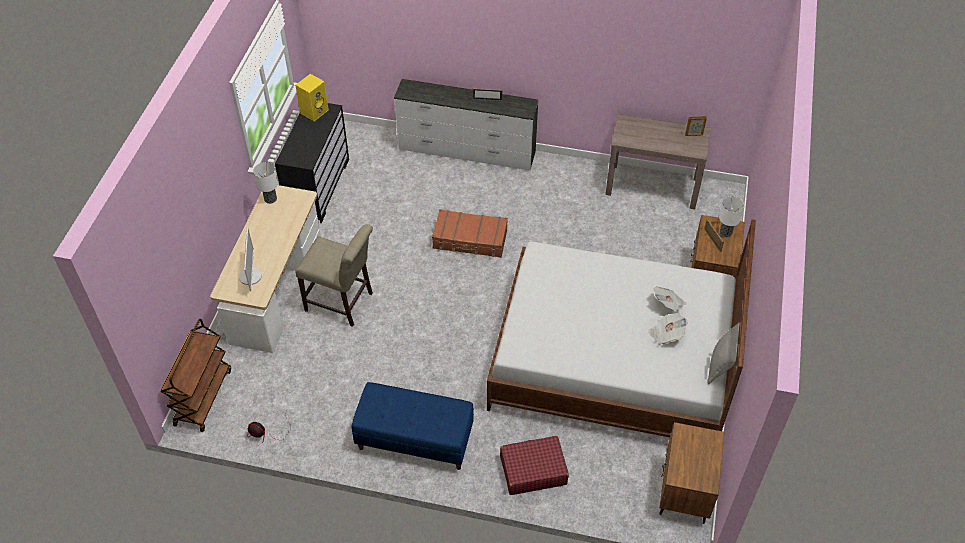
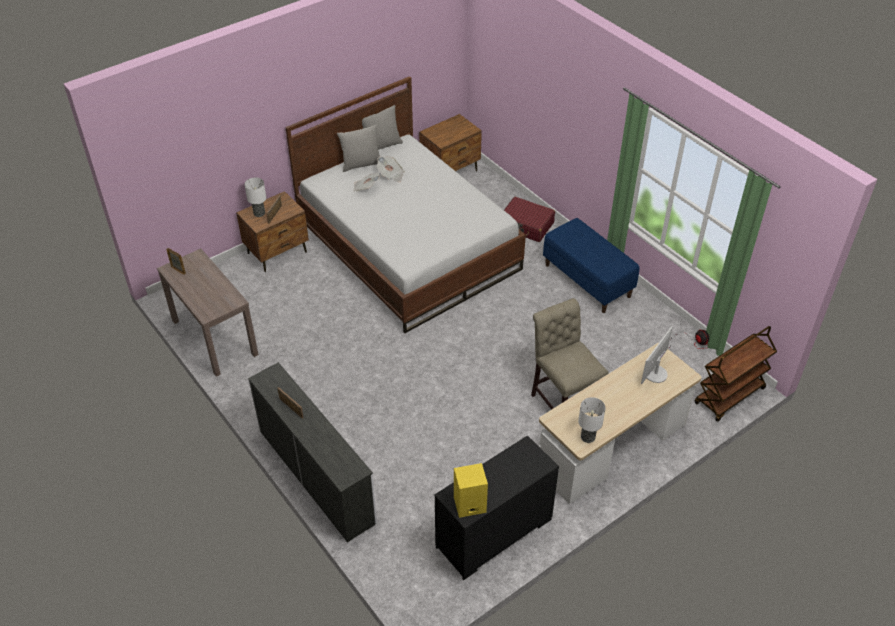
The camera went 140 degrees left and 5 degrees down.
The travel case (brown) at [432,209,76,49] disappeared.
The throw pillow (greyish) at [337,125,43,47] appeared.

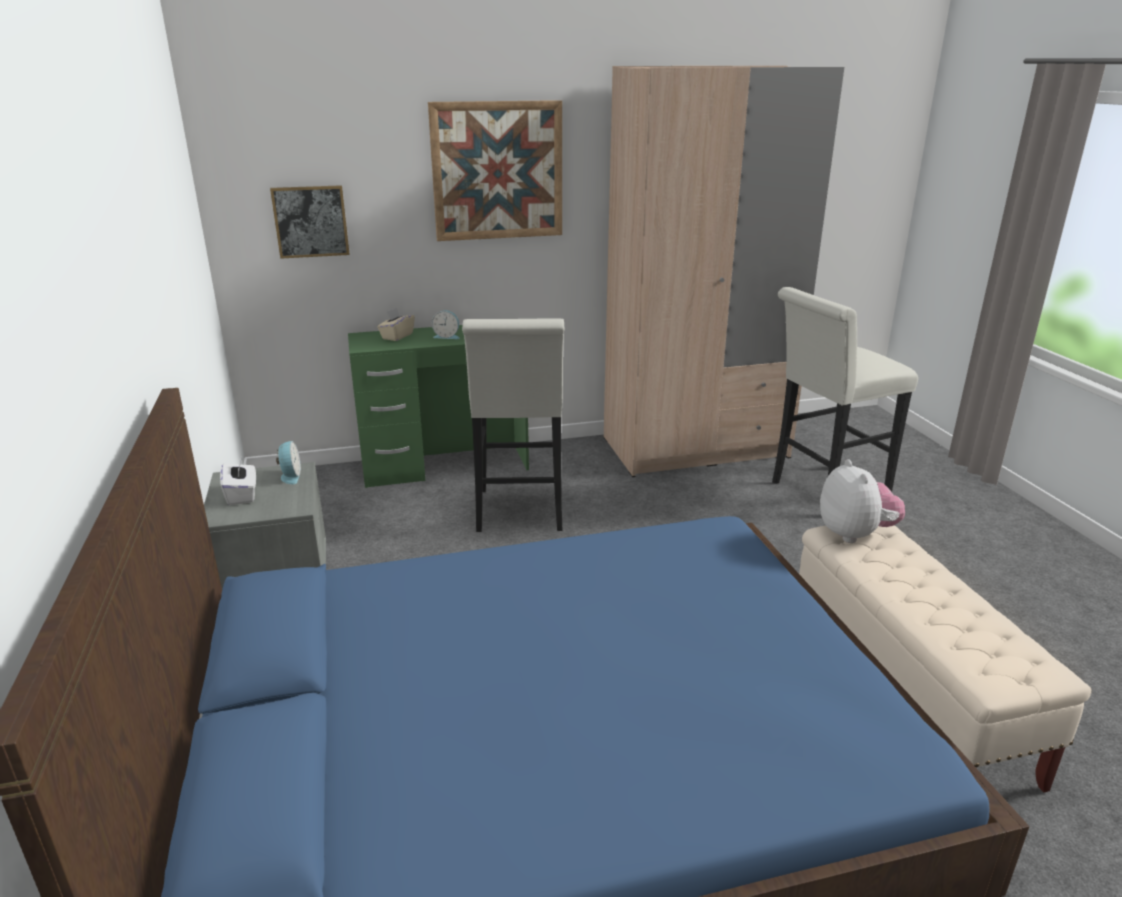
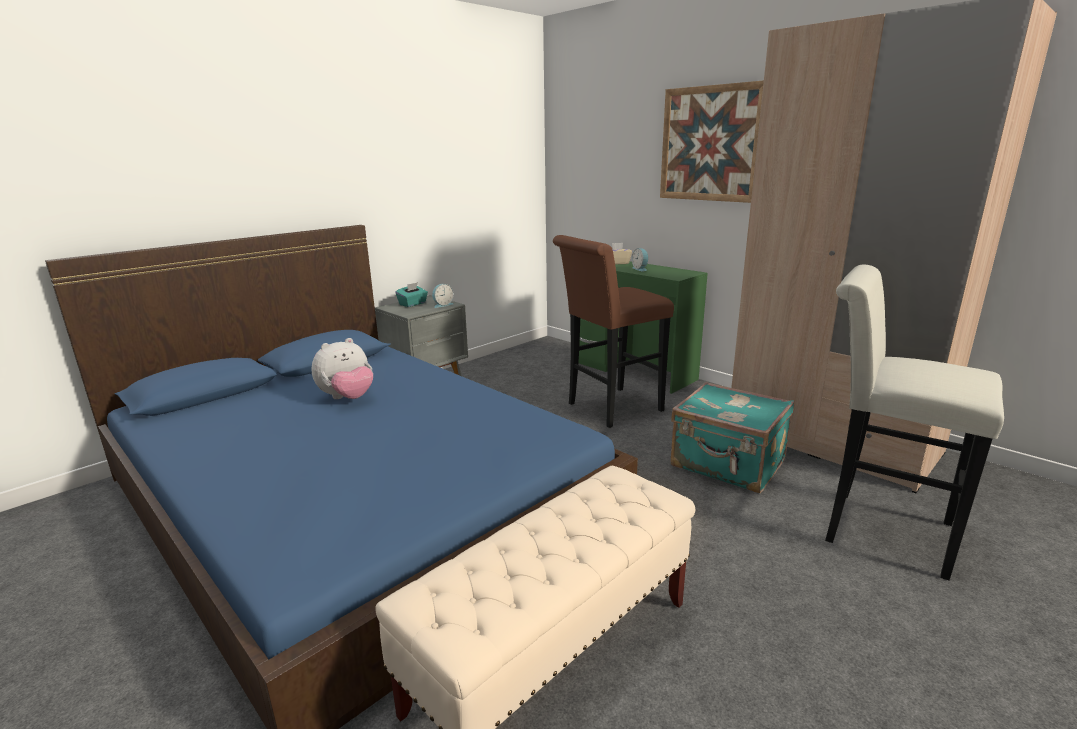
The camera went 60 degrees right and 5 degrees down.
The picture at [270,185,80,74] disappeared.
The travel case (blue-green) at [671,382,123,111] appeared.
The cuddly toy moved from [820,459,85,84] to [311,338,62,61].
The box of tissues (white-coloured) at [220,457,36,48] became the box of tissues (blue-green) at [395,282,33,25].
The sitting stool (white-coloured) at [462,318,102,214] became the sitting stool (brown) at [553,235,121,193].

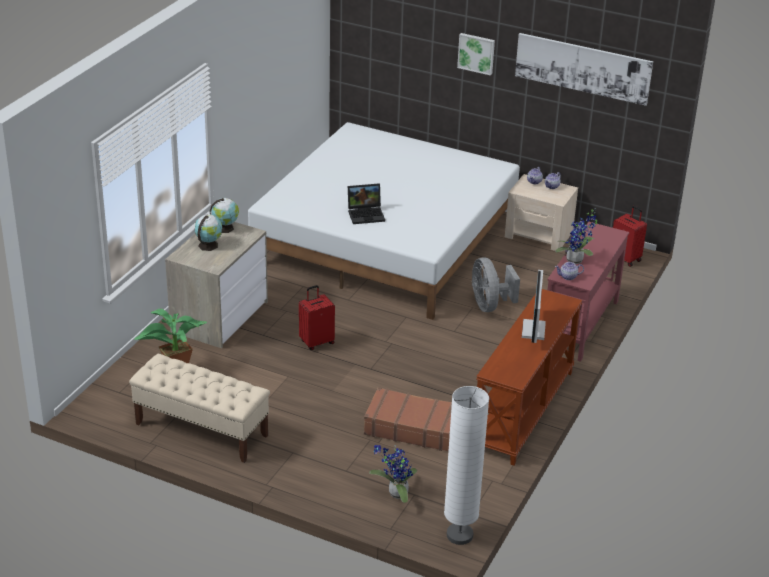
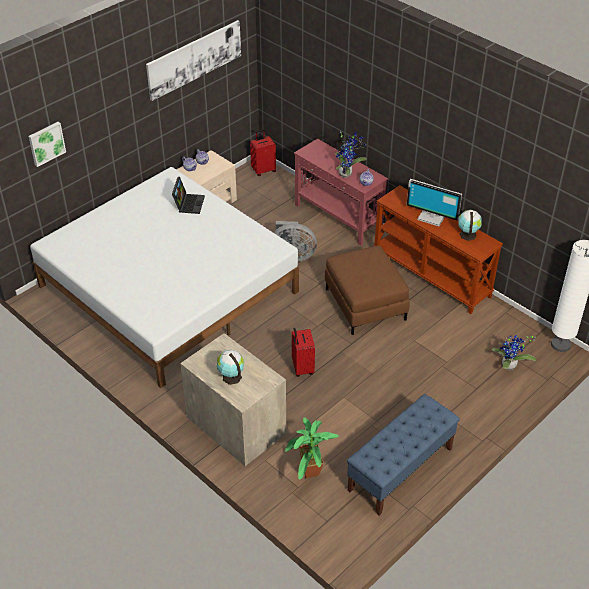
The camera went 70 degrees left and 10 degrees up.
The travel case (brown) at [364,387,88,64] disappeared.
The pouffe (brown) at [325,246,85,89] appeared.
The world globe moved from [209,198,30,35] to [458,210,24,31].
The portable computer moved from [348,183,37,41] to [172,177,33,37].
The picture moved from [457,33,38,43] to [28,122,38,45].
The long seat (sand-coloured) at [129,354,141,109] became the long seat (blue) at [347,394,113,122].

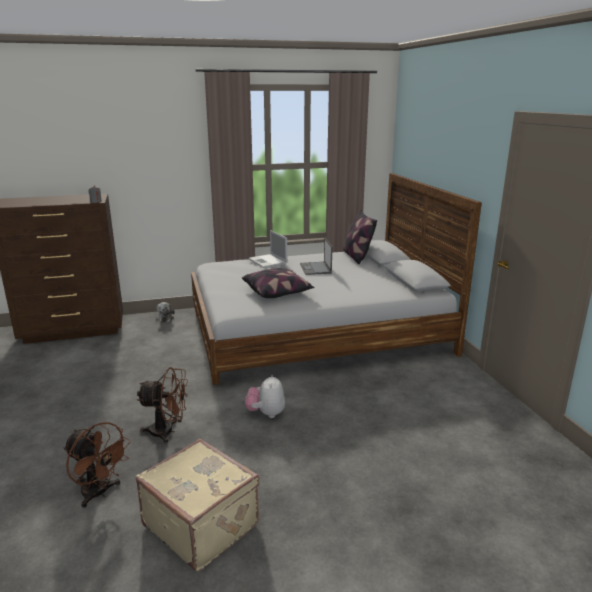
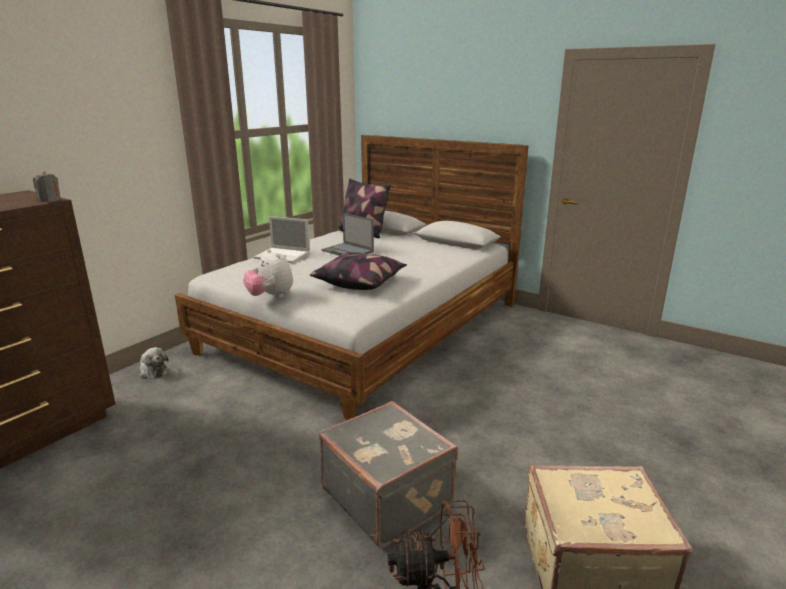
The camera went 40 degrees left and 0 degrees up.
The cuddly toy moved from [245,375,40,43] to [244,249,49,49].
The cooling fan (brown) at [137,367,51,76] was replaced by the travel case (greyish) at [319,401,139,147].

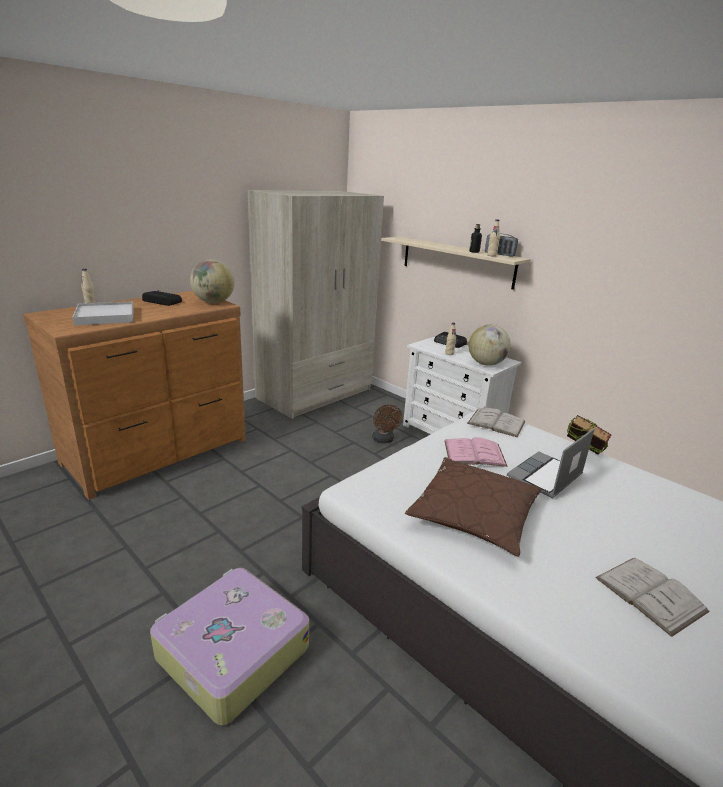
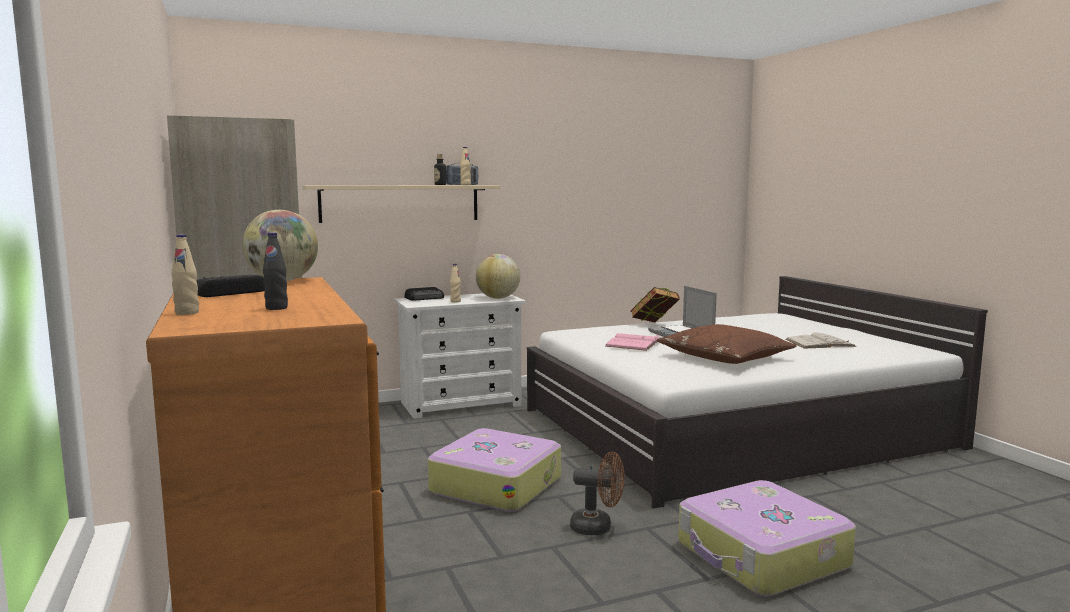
The camera went 65 degrees left and 15 degrees down.
The volume (white-coloured) at [467,407,59,31] disappeared.
The travel case at [428,428,133,84] appeared.
The cooling fan (brown) moved from [372,404,30,39] to [570,452,55,83].
The serving tray (white-coloured) at [72,301,62,24] was replaced by the bottle (black-coloured) at [263,232,25,78].

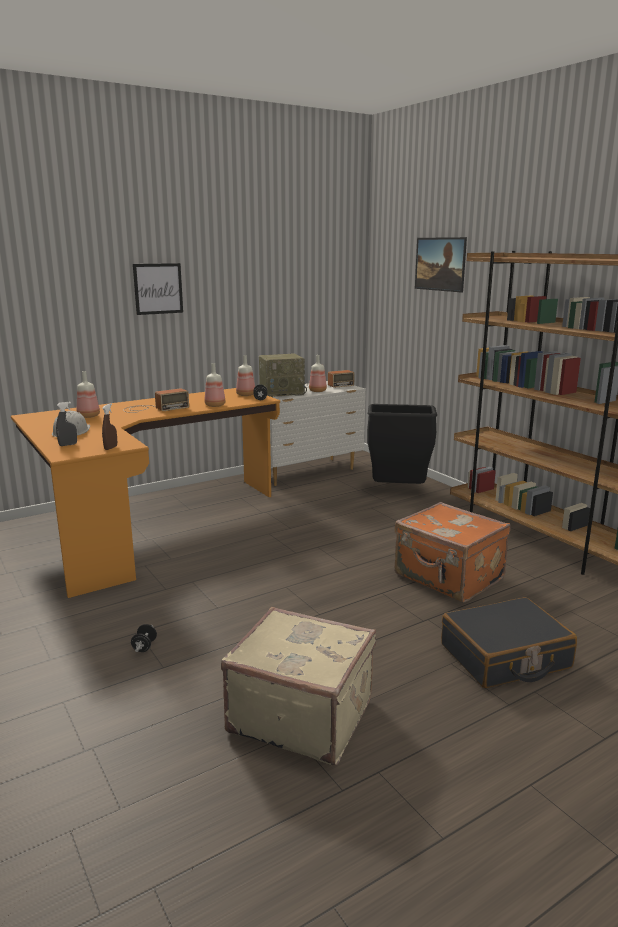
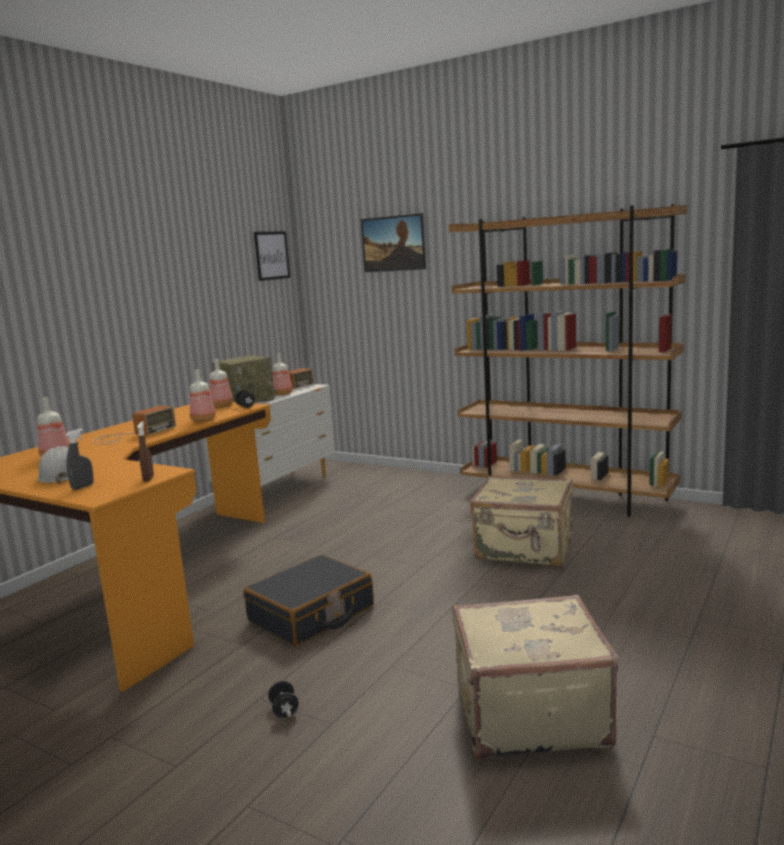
The camera went 25 degrees left and 5 degrees down.
The trash can (black-coloured) at [367,404,70,80] disappeared.
The picture moved from [133,263,50,52] to [254,231,36,50].
The travel case (black-coloured) moved from [441,597,136,91] to [243,555,131,91].
The travel case (orange) at [394,502,117,101] became the travel case (sand-coloured) at [470,475,103,91].

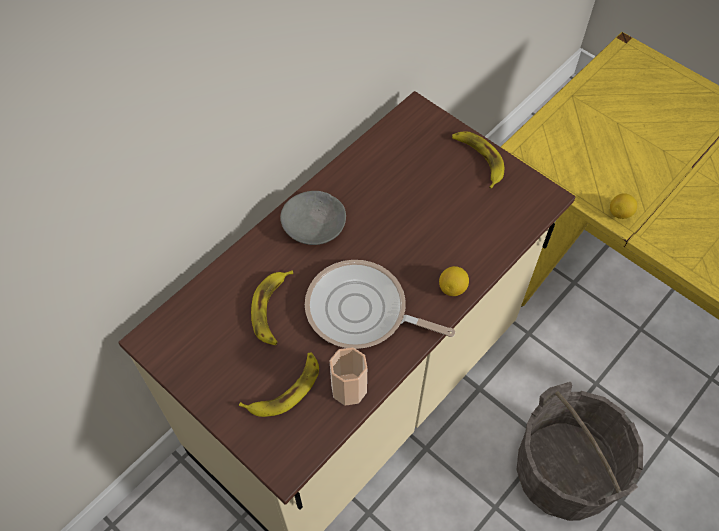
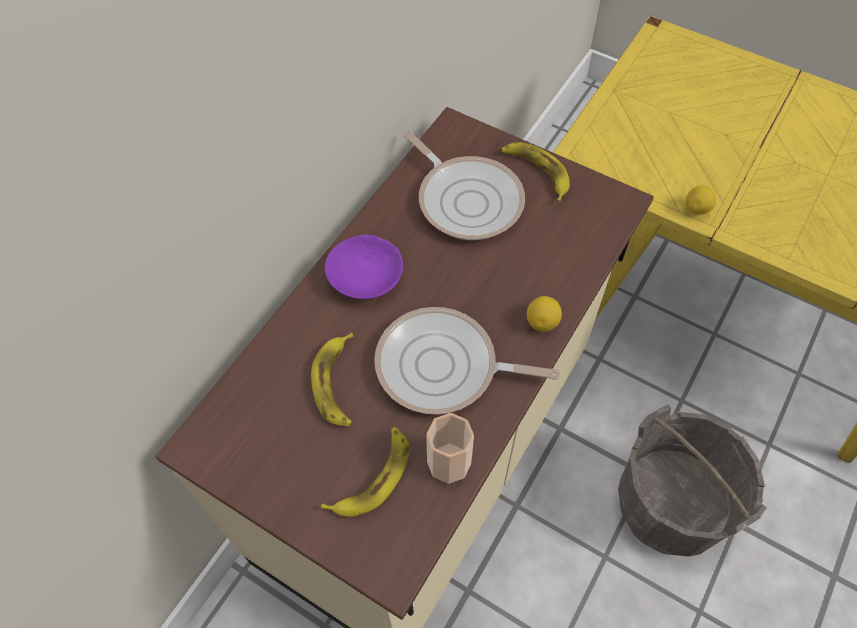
The camera went 10 degrees left and 0 degrees up.
The frying pan at [403,130,122,110] appeared.
The serving bowl (greyish) at [280,191,66,54] became the serving bowl (purplish) at [325,235,78,64].

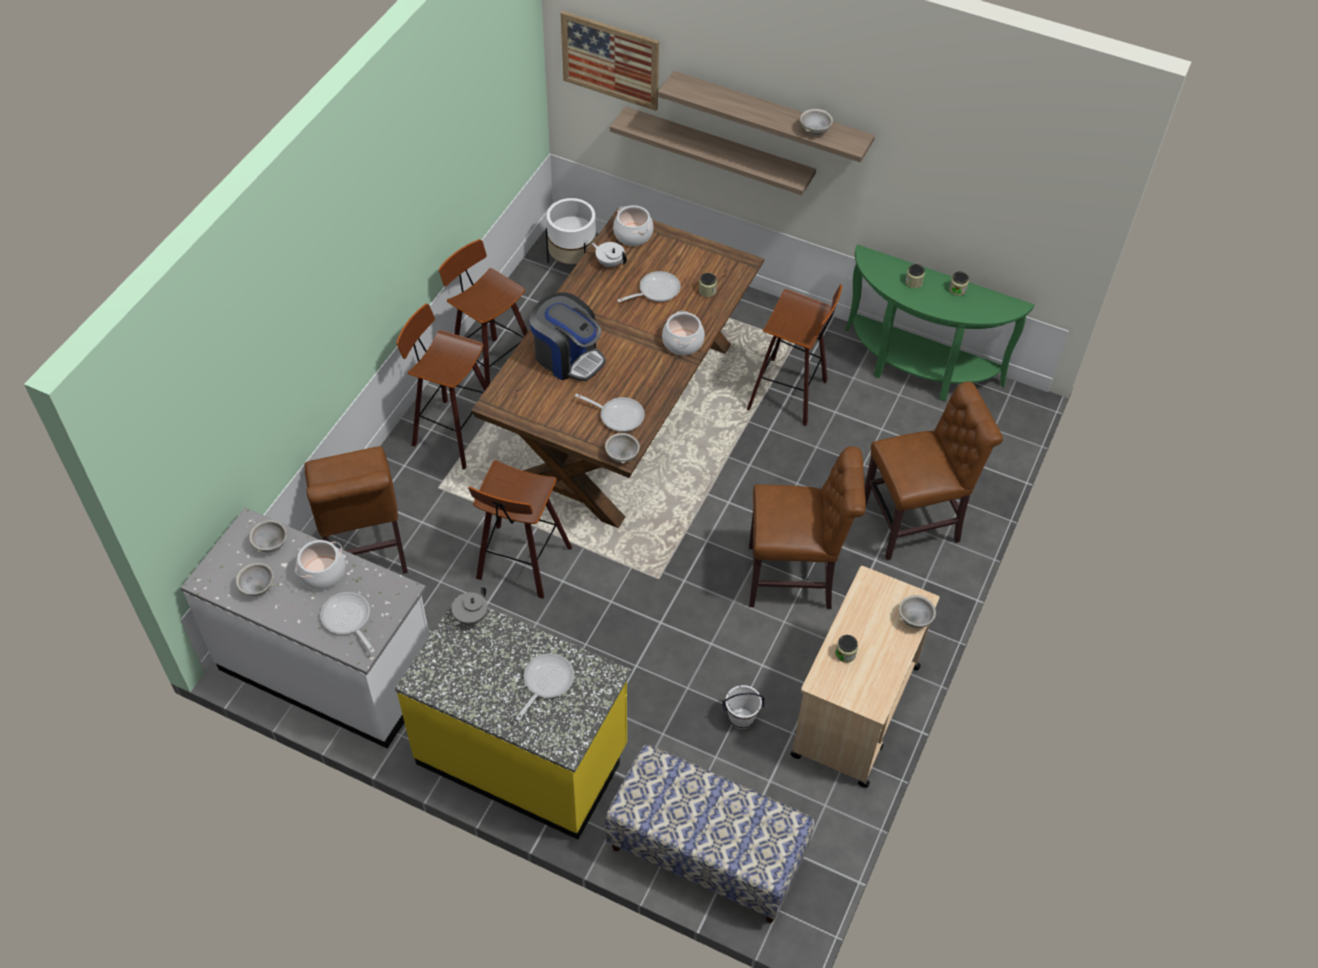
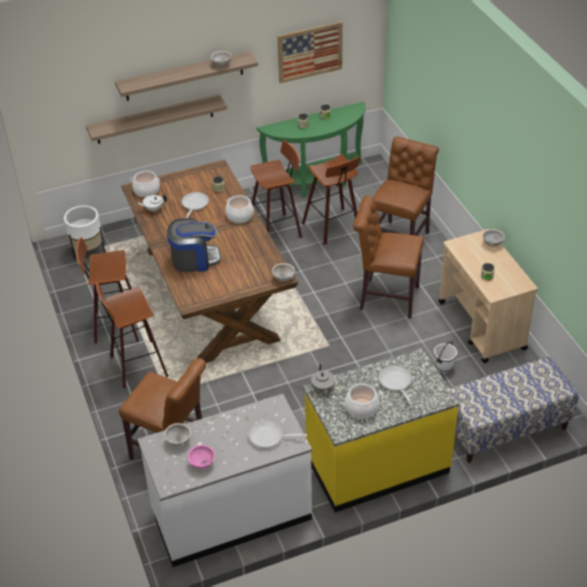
The camera went 45 degrees left and 10 degrees down.
The frying pan at [575,394,70,38] disappeared.
The stockpot moved from [295,540,51,50] to [345,382,34,37].
The sitting stool moved from [468,460,104,139] to [302,154,58,91].
The picture moved from [561,11,98,100] to [277,21,66,62].
The serving bowl (greyish) at [236,563,38,33] became the serving bowl (pink) at [188,445,27,24].
The plain chair (brown) at [749,446,117,163] turned 120 degrees counterclockwise.

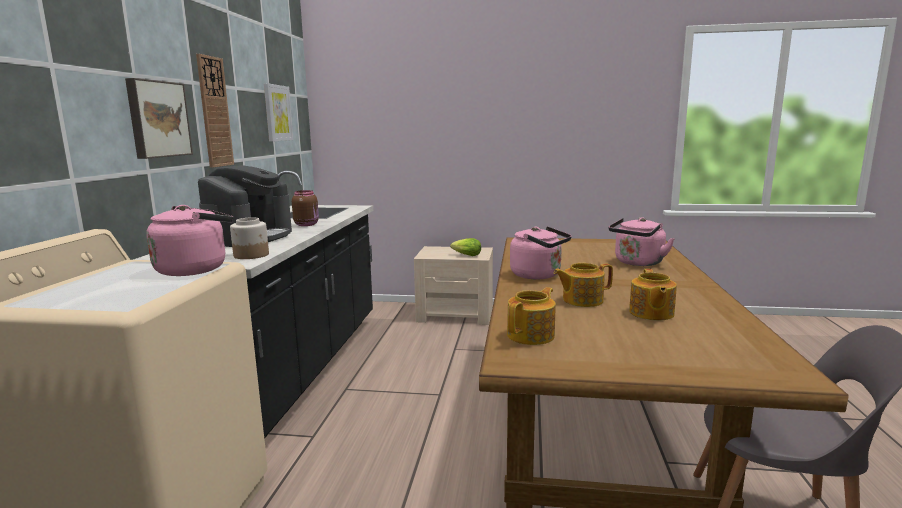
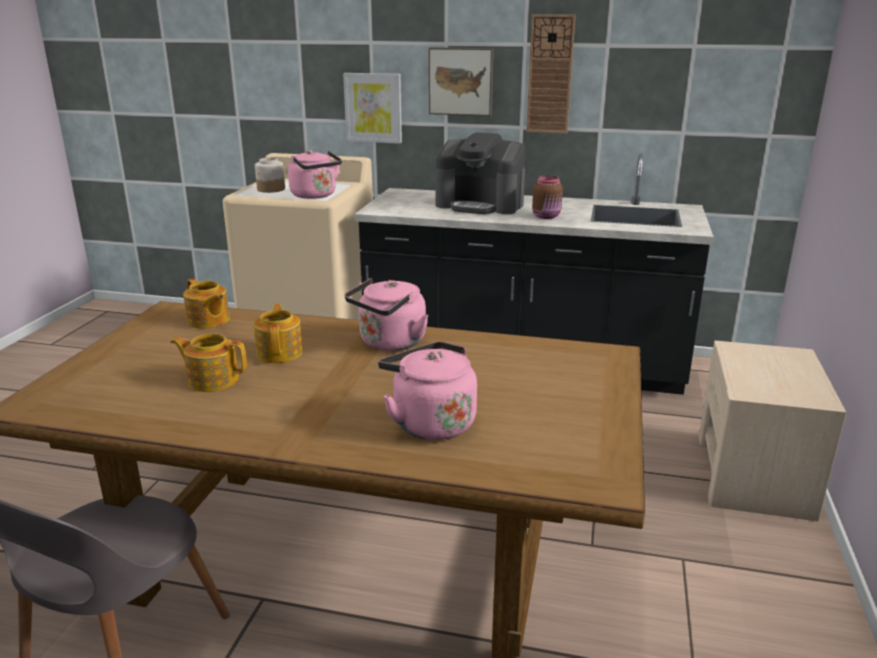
The camera went 95 degrees right and 10 degrees up.
The lettuce at [450,238,31,18] disappeared.
The preserve jar moved from [230,217,39,42] to [255,158,30,35].
The picture moved from [264,83,29,59] to [343,73,59,71].

